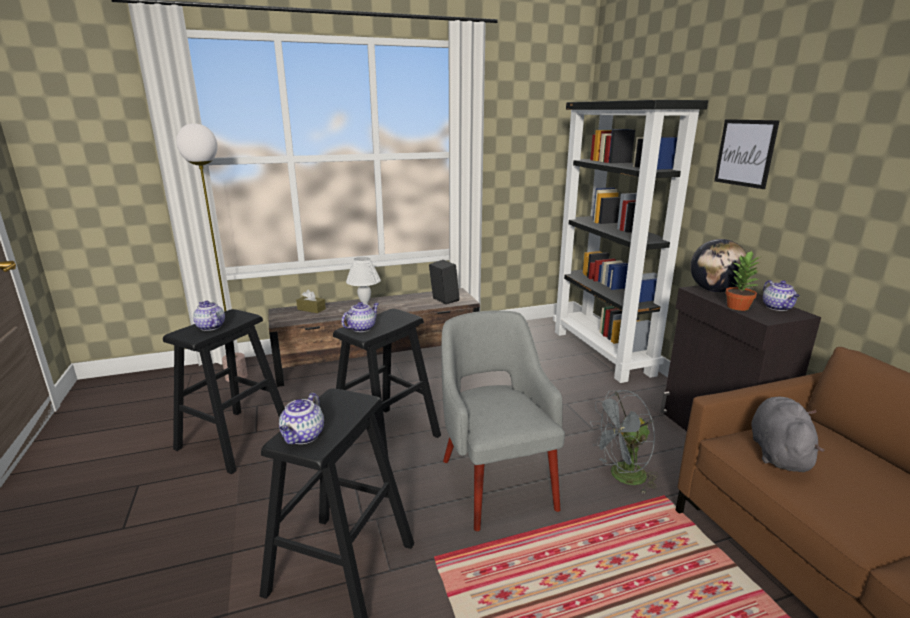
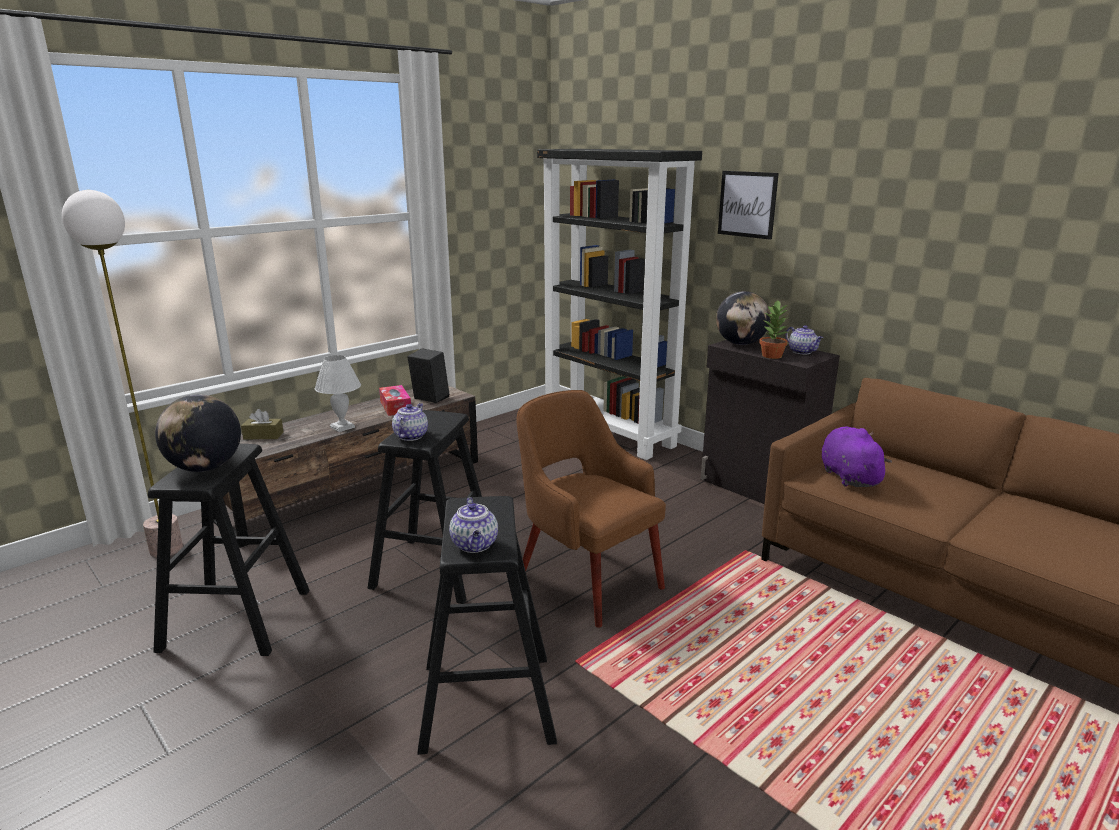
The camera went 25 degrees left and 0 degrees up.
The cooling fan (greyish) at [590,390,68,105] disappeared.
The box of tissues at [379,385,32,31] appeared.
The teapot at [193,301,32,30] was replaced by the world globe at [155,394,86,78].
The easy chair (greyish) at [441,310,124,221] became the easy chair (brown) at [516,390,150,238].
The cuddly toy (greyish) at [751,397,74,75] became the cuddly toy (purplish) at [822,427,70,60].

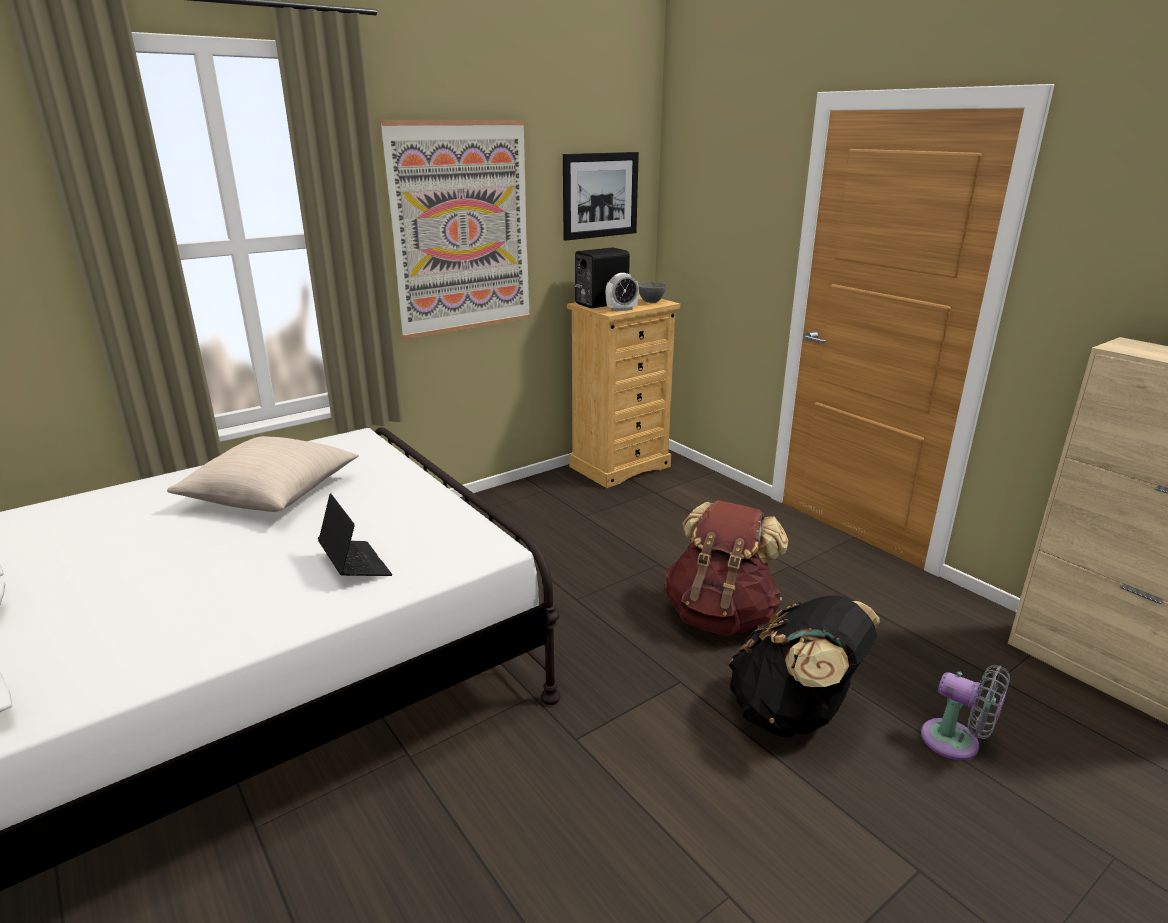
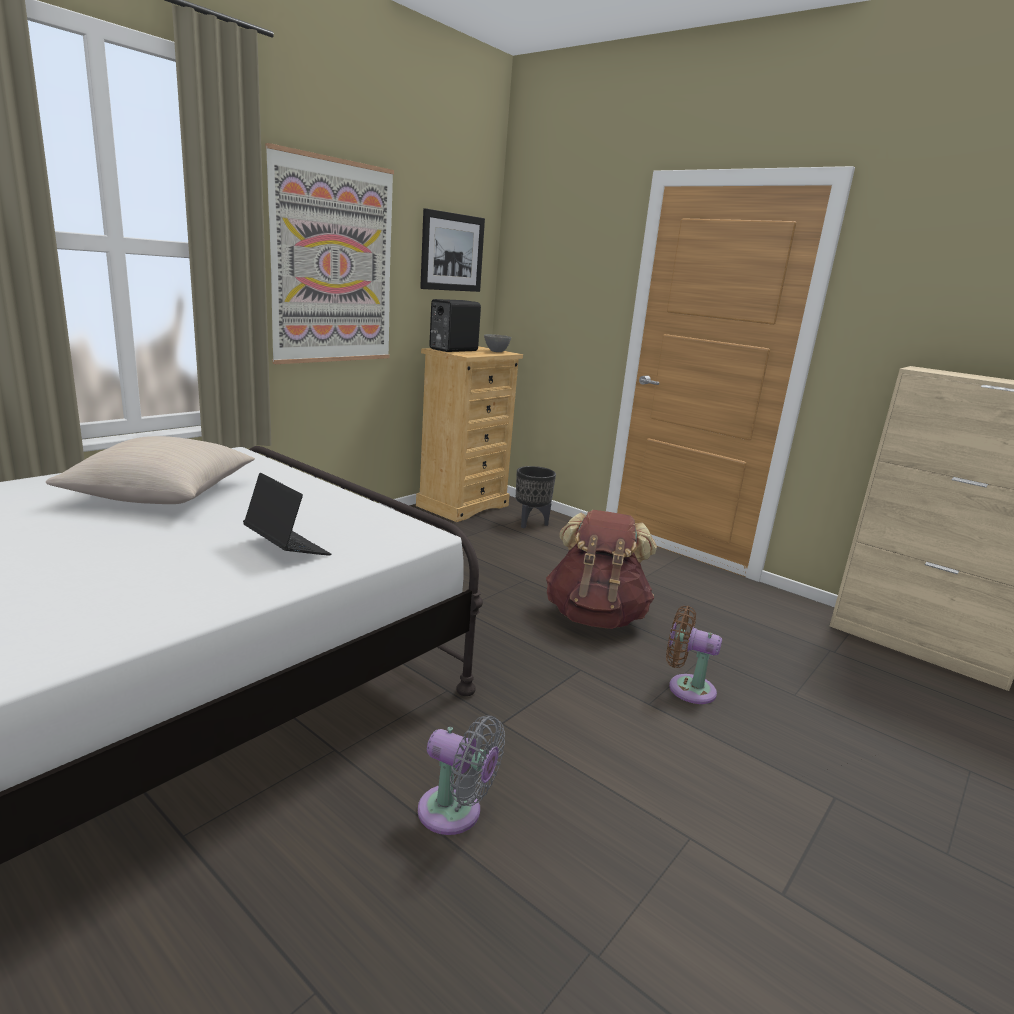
The camera went 15 degrees left and 5 degrees down.
The table clock at [606,273,33,39] disappeared.
The plant pot (black-coloured) at [516,466,40,62] appeared.
The cooling fan (greyish) moved from [921,665,89,95] to [418,715,87,120].
The knapsack (black-coloured) at [729,595,151,142] was replaced by the cooling fan (brown) at [666,606,56,98].

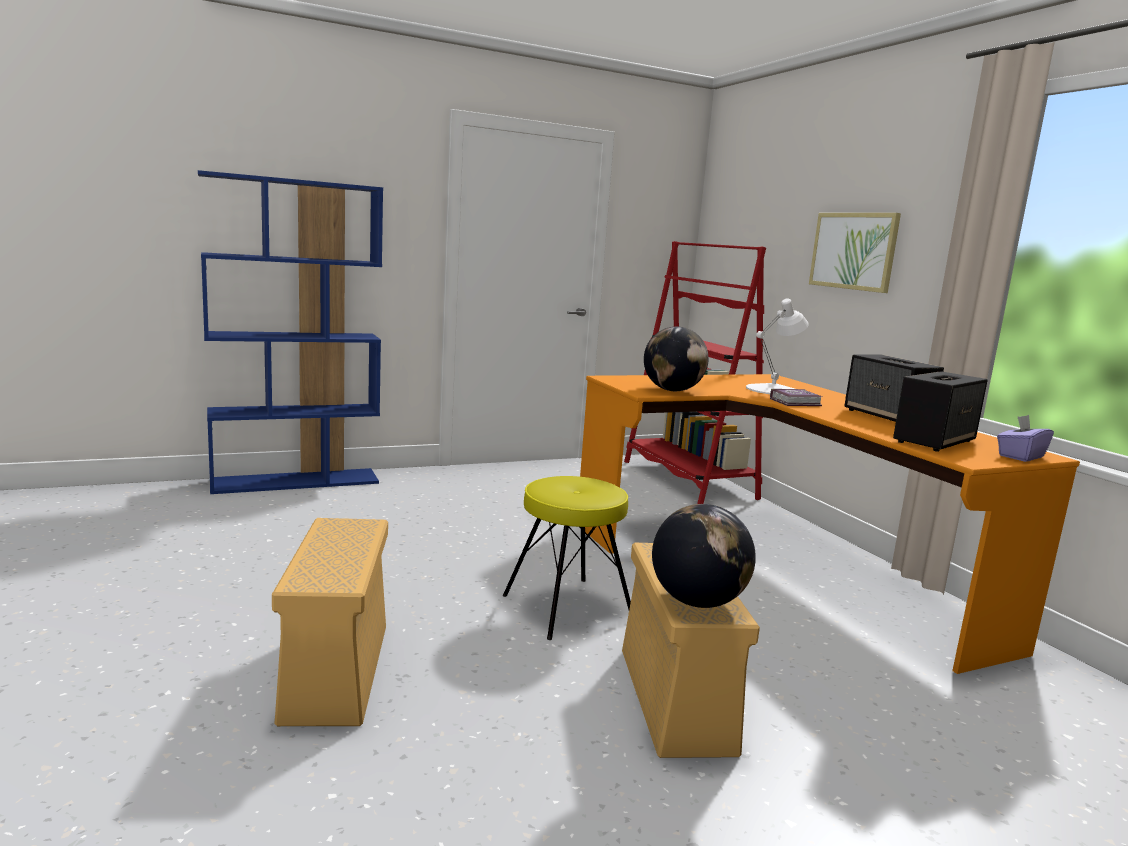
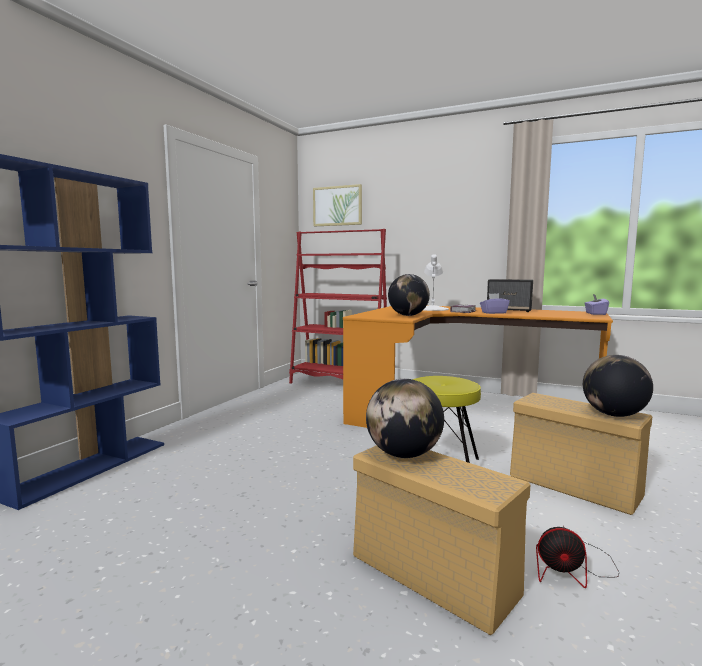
The camera went 40 degrees left and 5 degrees down.
The speaker at [893,371,95,81] disappeared.
The world globe at [366,379,78,79] appeared.
The box of tissues (purplish) at [480,293,30,21] appeared.
The cooling fan at [536,526,83,62] appeared.
The picture moved from [809,213,92,80] to [313,184,49,42].

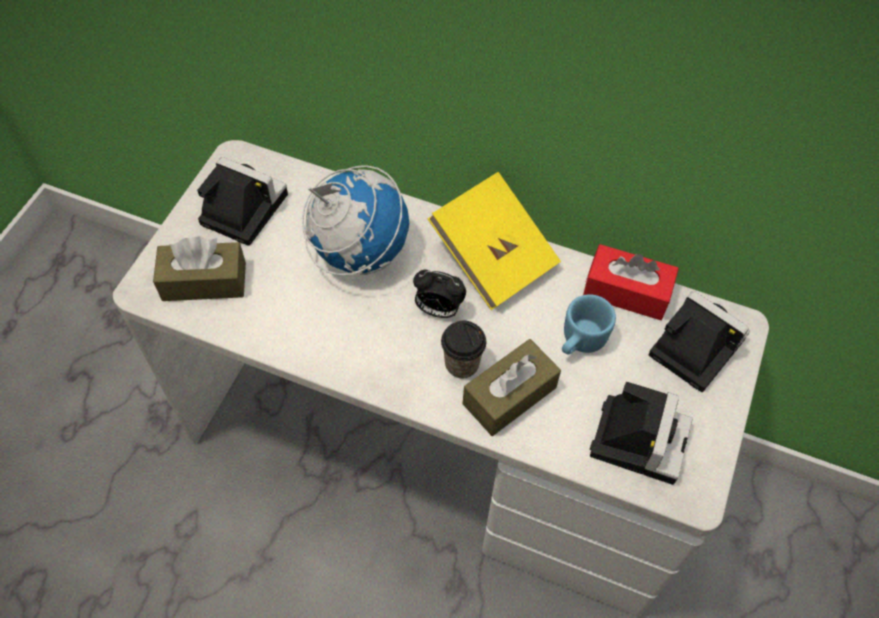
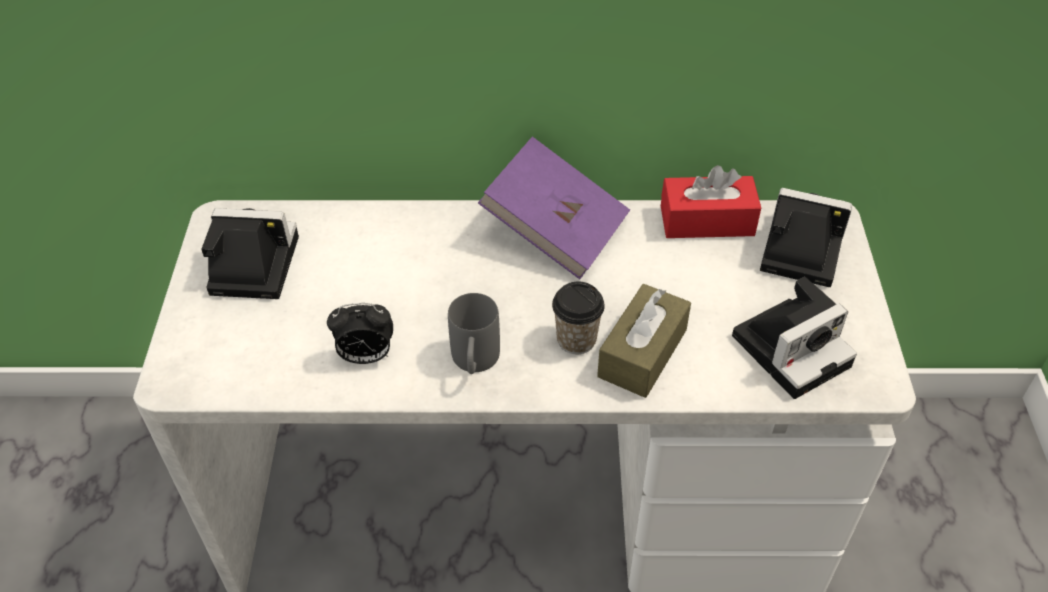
The camera went 20 degrees left and 10 degrees down.
The box of tissues (brown) at [153,237,93,64] disappeared.
The world globe at [302,165,107,111] disappeared.
The coffee mug (blue) at [562,294,54,60] disappeared.
The coffee mug (greyish) at [448,293,52,81] appeared.
The table clock moved from [413,270,53,48] to [327,303,66,61].
The volume (yellow) at [428,172,133,138] became the volume (purplish) at [478,137,152,142].
The still camera at [590,382,103,103] turned 60 degrees clockwise.

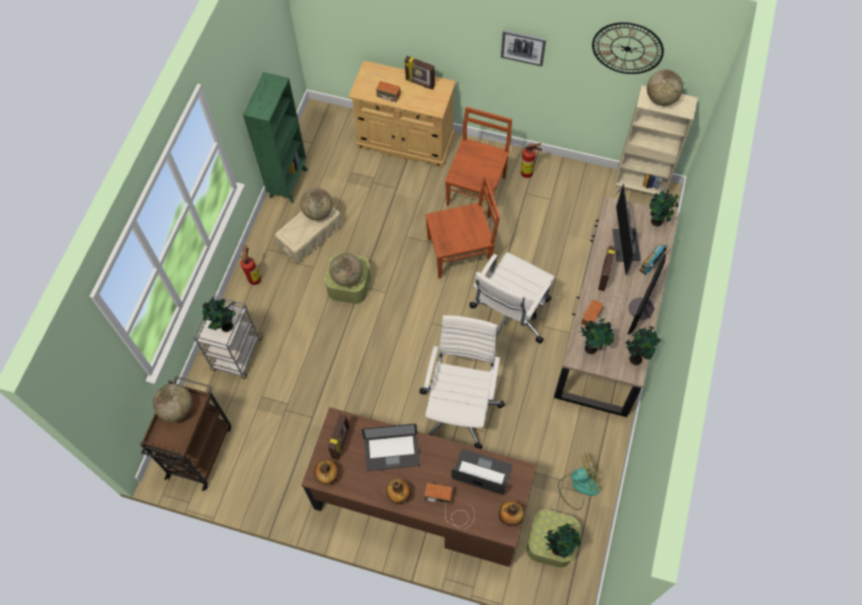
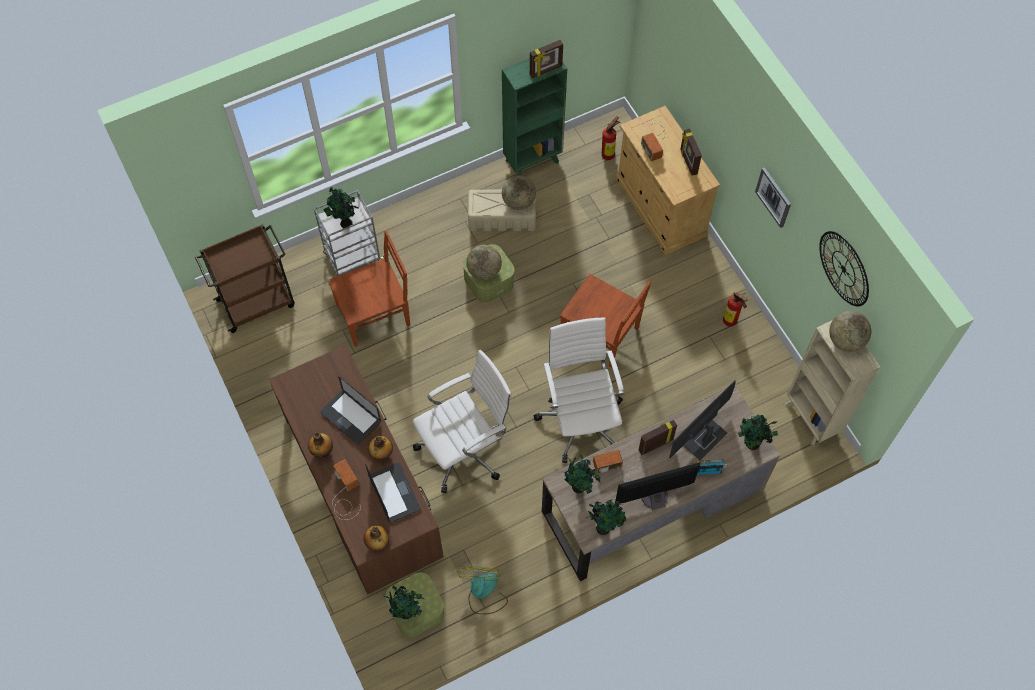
The camera went 45 degrees right and 0 degrees up.
The world globe at [153,384,39,38] disappeared.
The fire-fighting cylinder moved from [241,245,20,40] to [602,116,18,44].
The bottle moved from [314,460,25,25] to [368,436,25,24].
The standing frame moved from [328,414,22,46] to [530,40,33,38].
The plain chair (brown) moved from [445,107,67,111] to [328,230,82,117].
The office chair (white-coloured) at [469,252,86,92] turned 90 degrees clockwise.
The cooling fan at [558,453,42,57] turned 120 degrees counterclockwise.

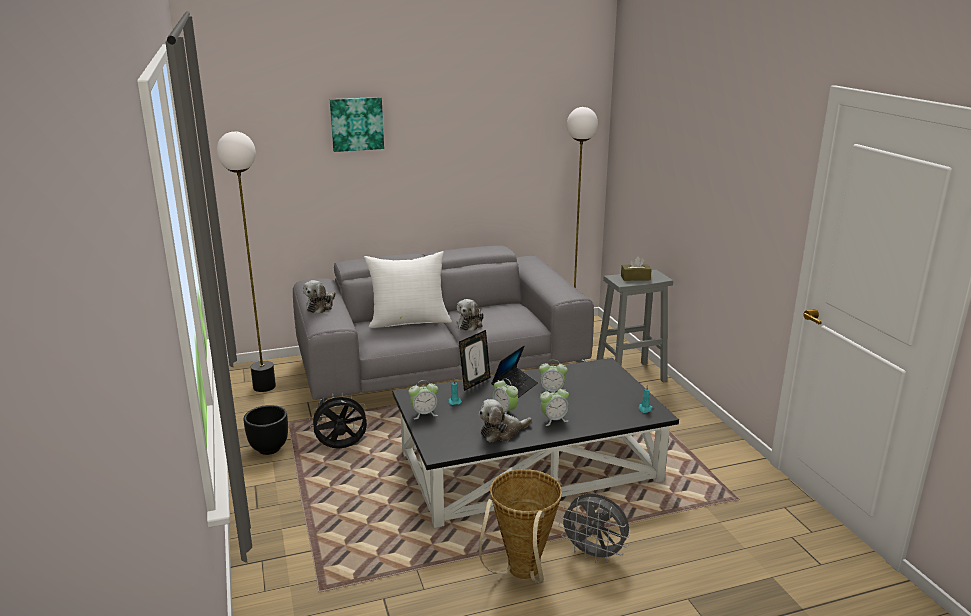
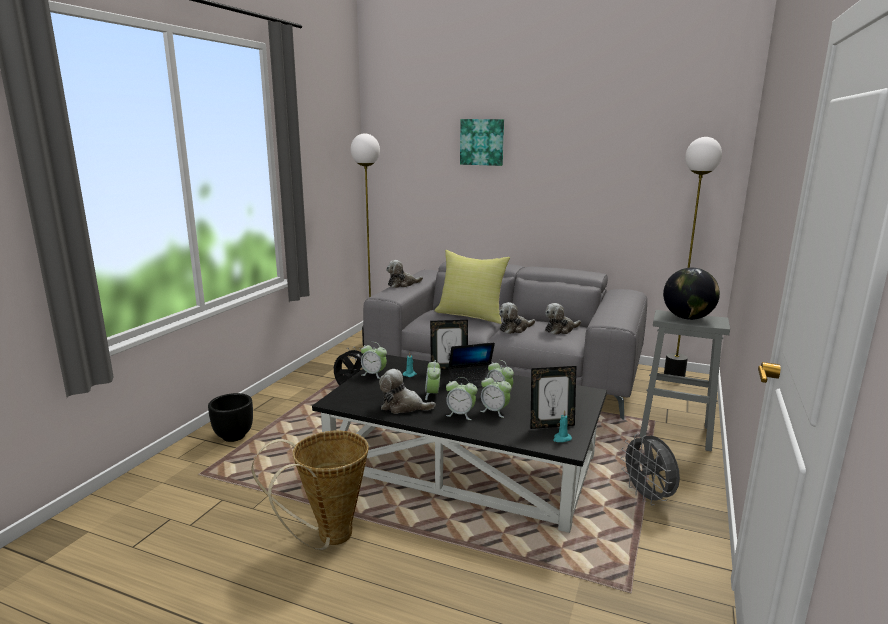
The camera went 40 degrees right and 5 degrees down.
The table clock at [480,374,32,44] appeared.
The standing frame at [531,366,45,63] appeared.
The cuddly toy at [545,303,36,32] appeared.
The plant pot (black-coloured) moved from [243,405,45,50] to [208,393,45,49].
The cooling fan (greyish) moved from [558,493,71,70] to [620,434,60,71].
The box of tissues (brown) at [621,256,31,25] was replaced by the world globe at [663,268,57,52].
The throw pillow (white-coloured) at [364,251,88,77] became the throw pillow (yellow) at [435,250,75,74].

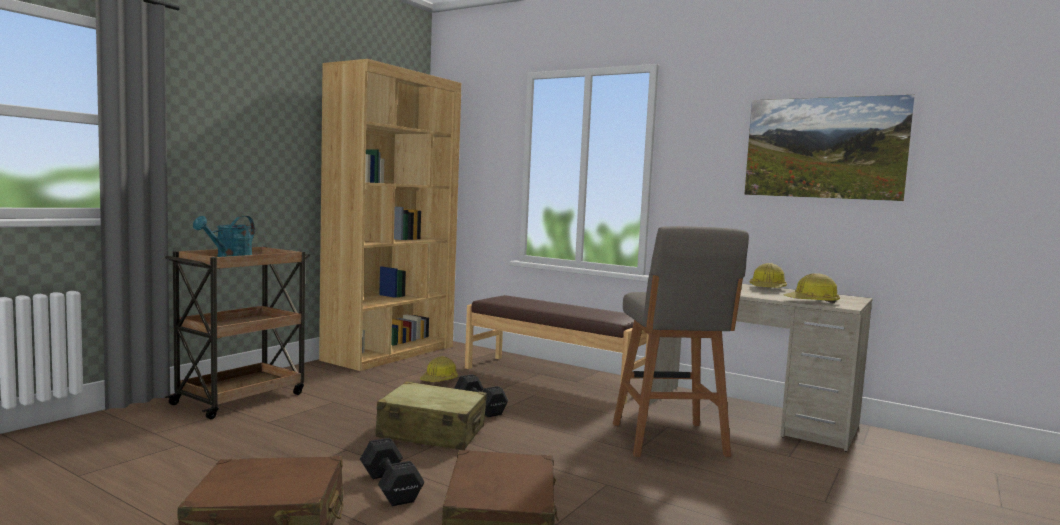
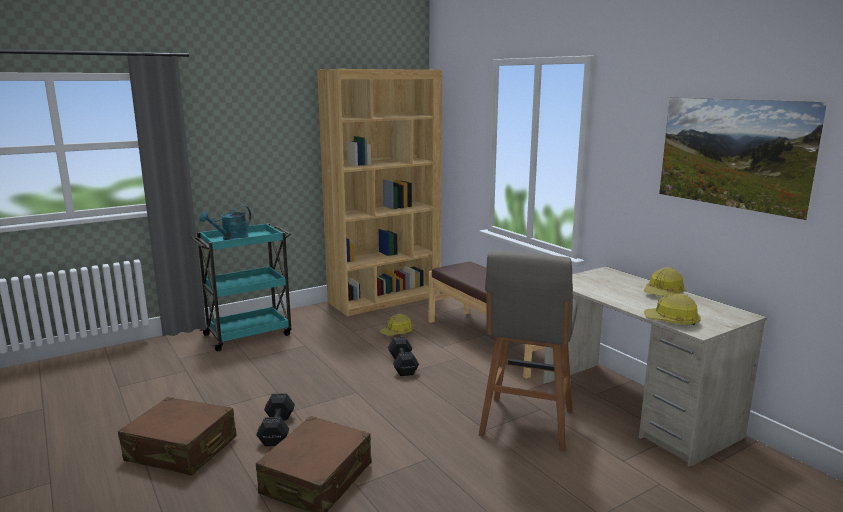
The camera went 25 degrees right and 10 degrees up.
The travel case (sand-coloured) at [375,381,112,69] disappeared.
The trolley (brown) at [165,247,145,172] became the trolley (blue-green) at [190,223,102,128].

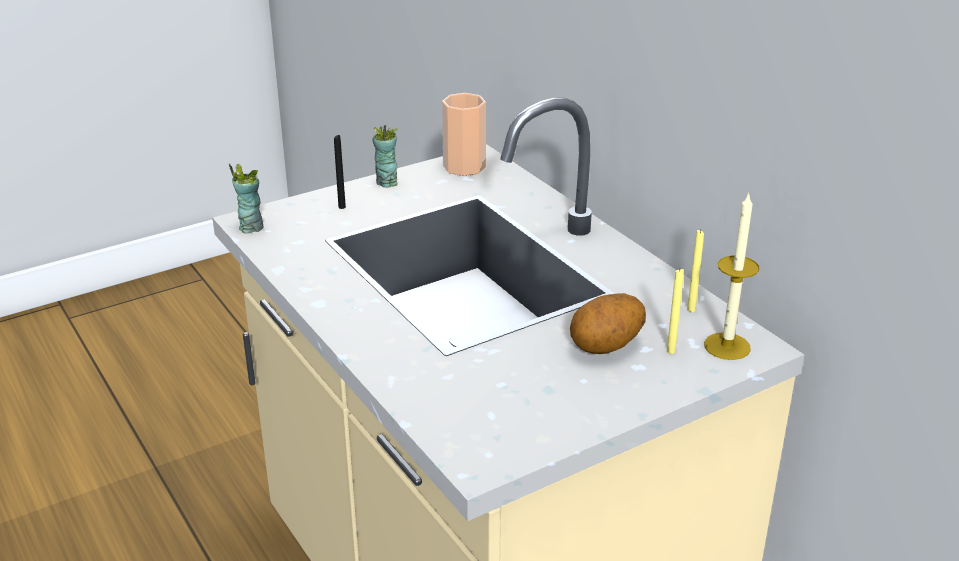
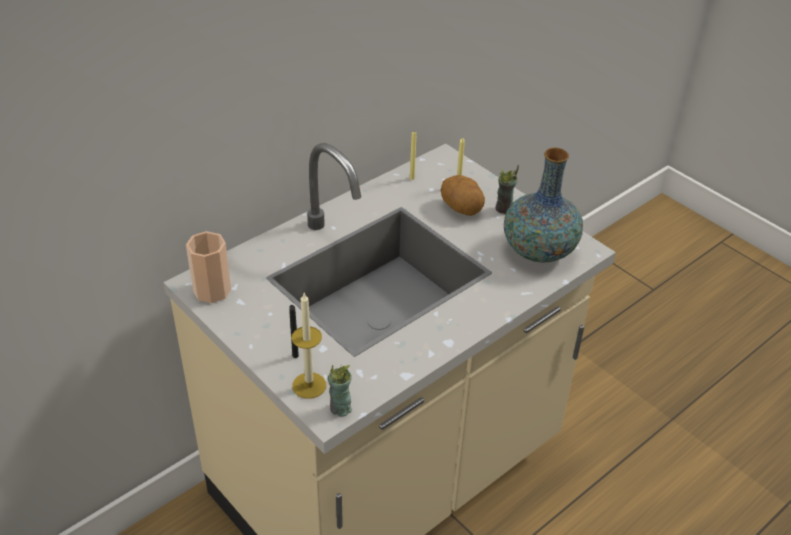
The camera went 100 degrees left and 10 degrees up.
The flower vase at [504,148,79,115] appeared.
The cup moved from [372,125,26,63] to [496,165,23,49].
The wax candle moved from [704,192,55,168] to [291,293,35,106].

